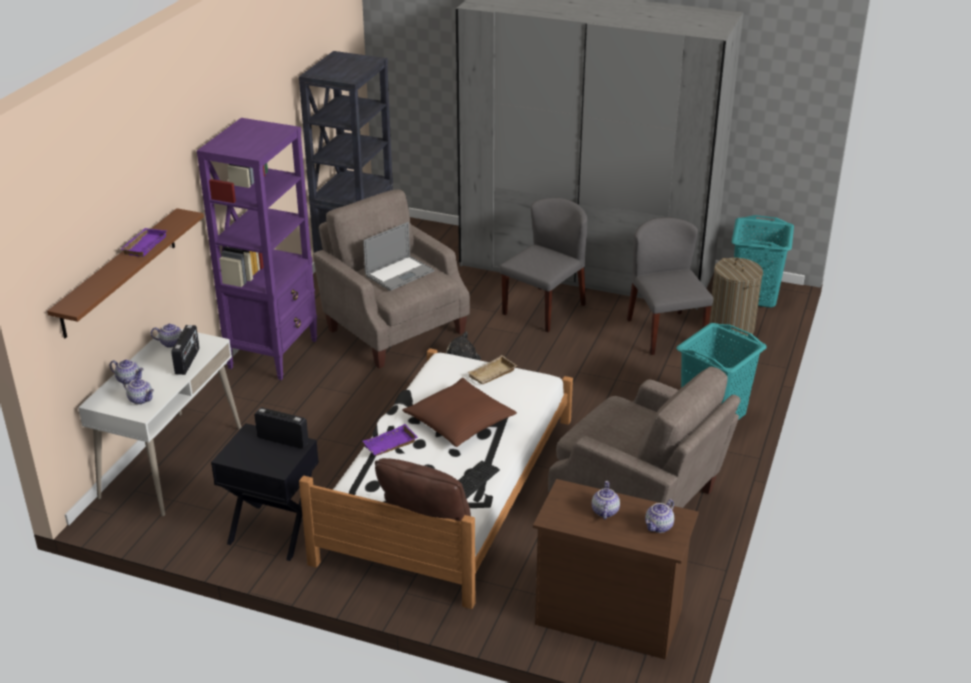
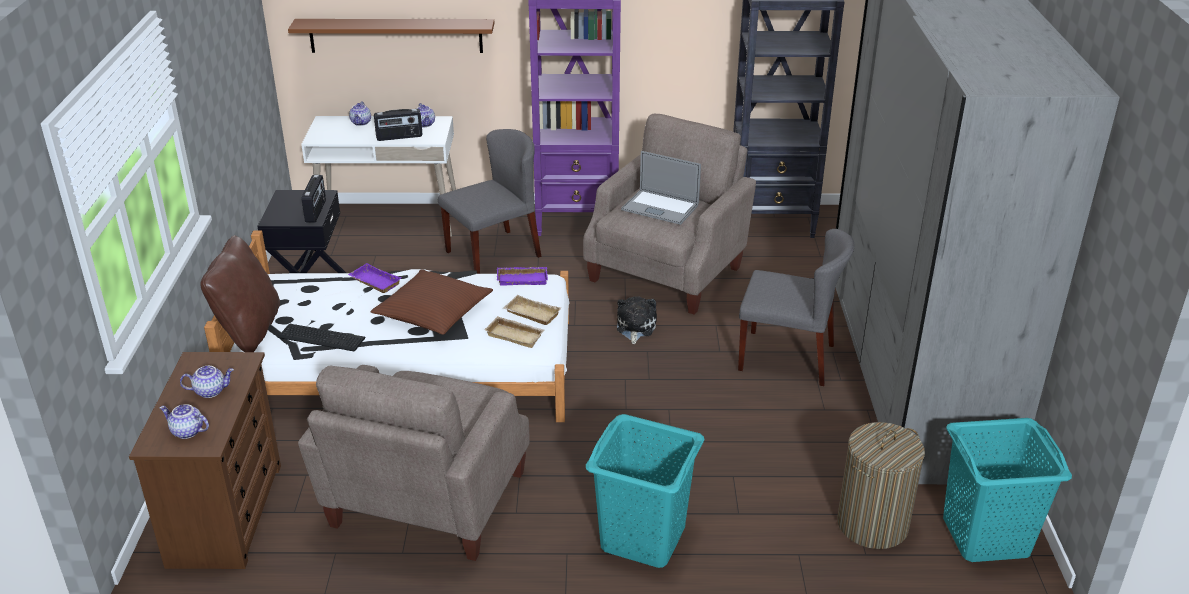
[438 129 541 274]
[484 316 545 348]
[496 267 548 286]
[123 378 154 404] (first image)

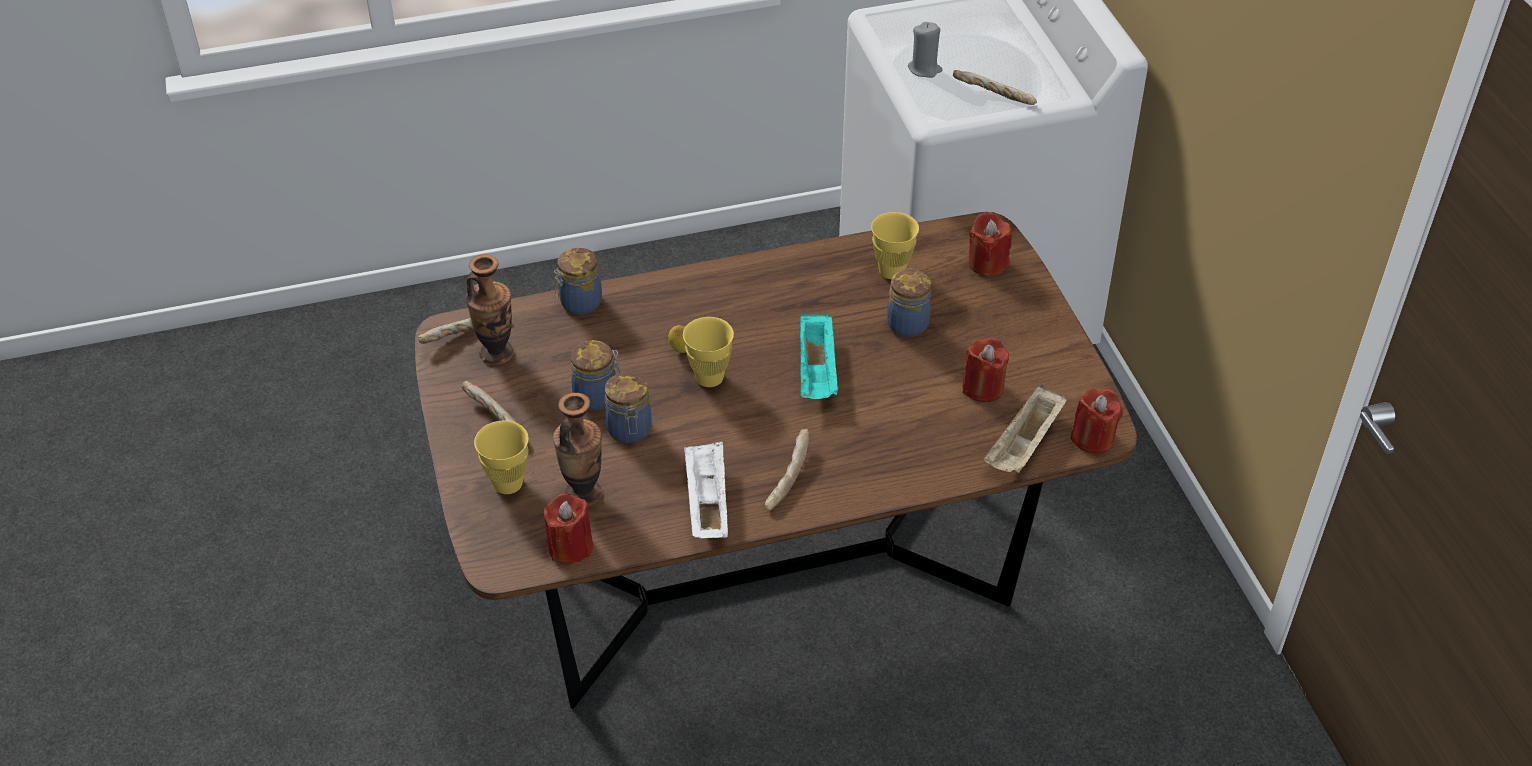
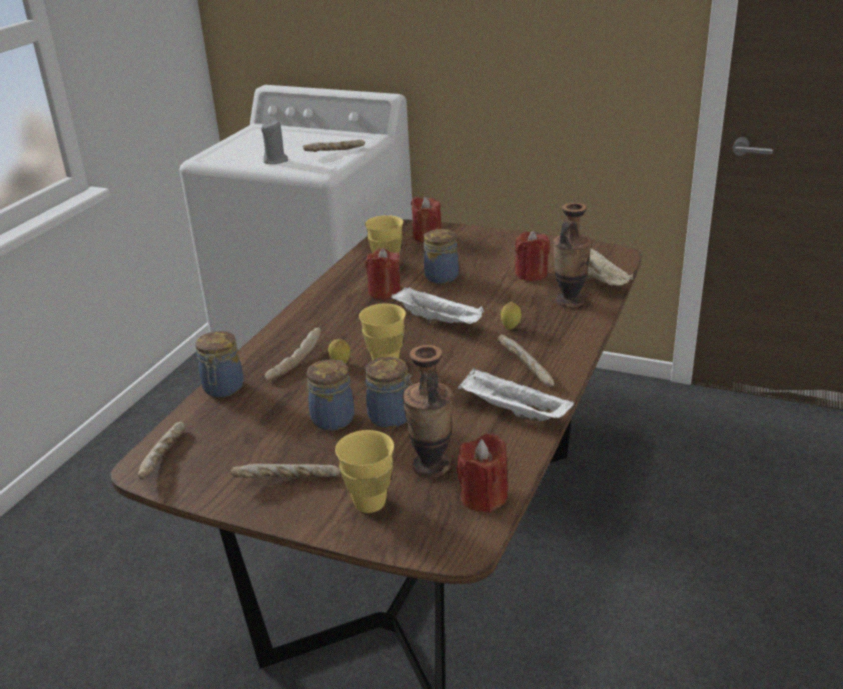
[265 327 321 381]
[365 248 401 299]
[391 287 484 324]
[501 301 521 330]
[553 203 592 308]

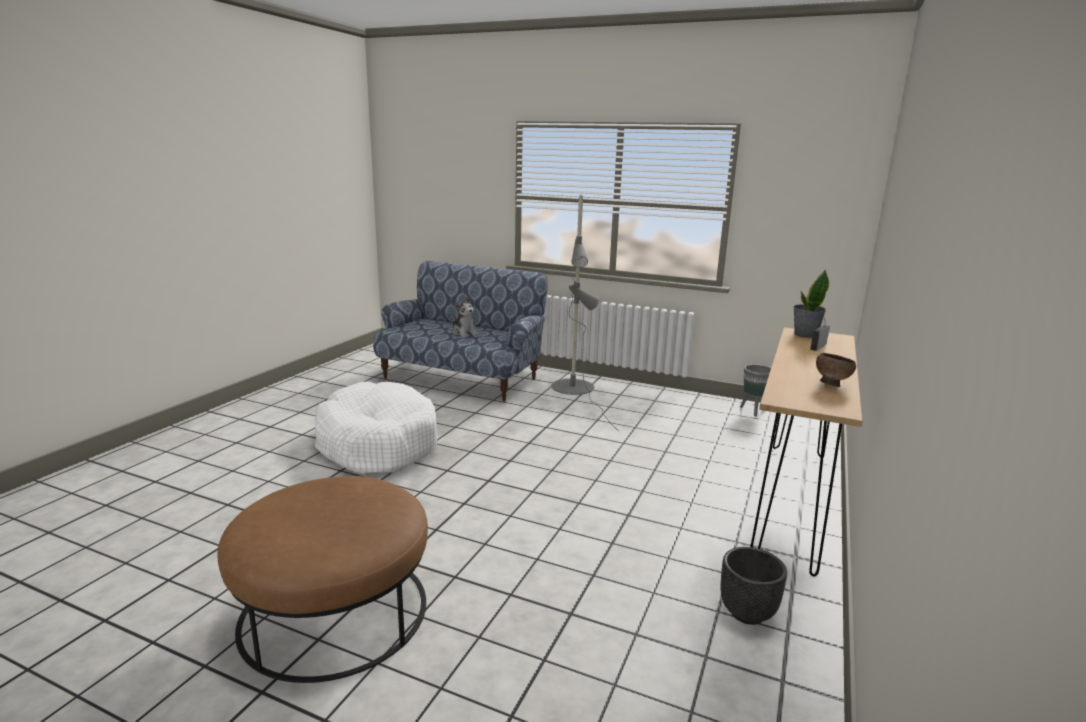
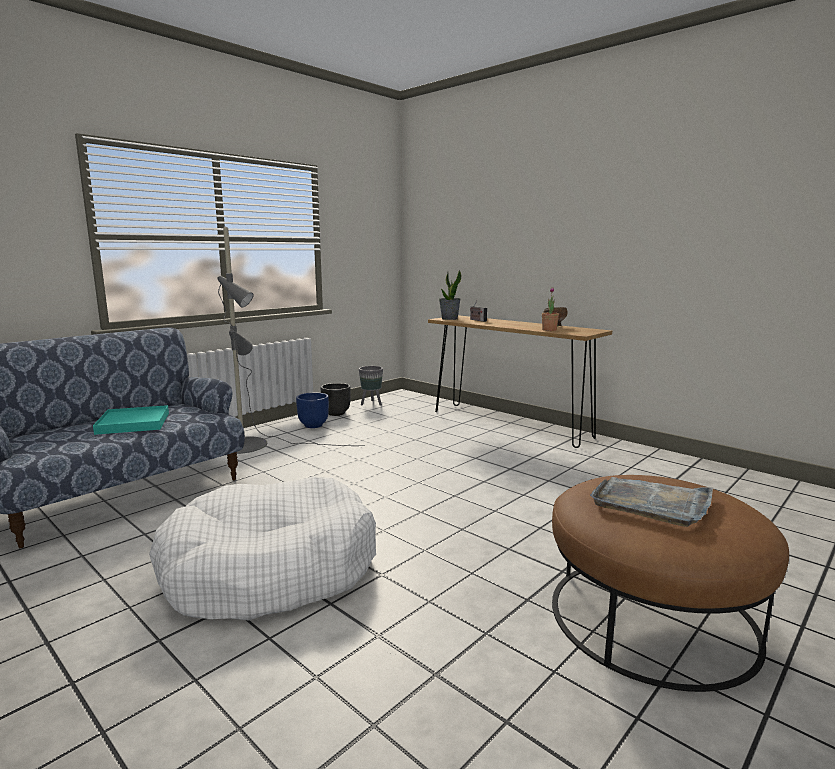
[93 405 169 435]
[296 392 329 428]
[321 383 351 416]
[542 287 559 331]
[590 477 713 527]

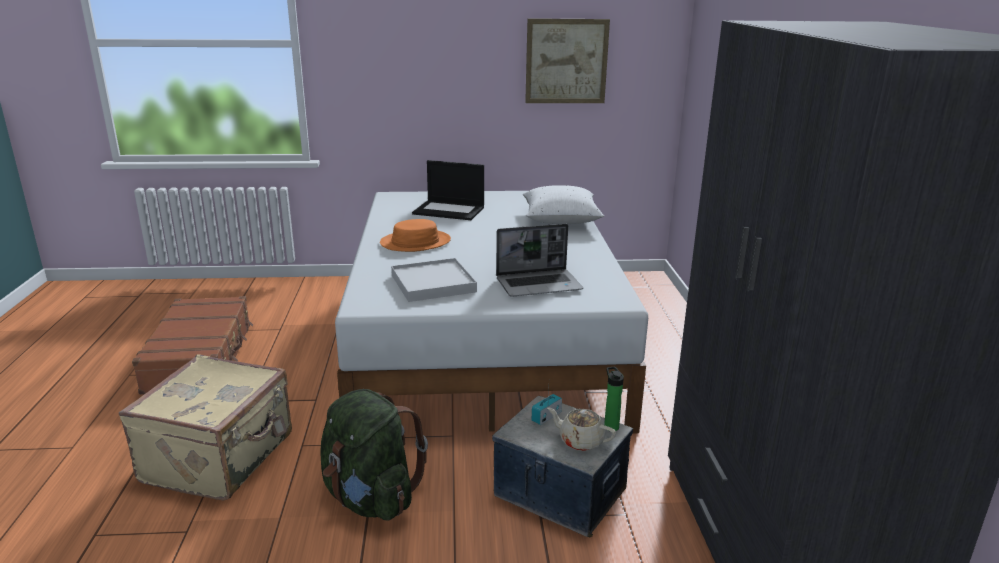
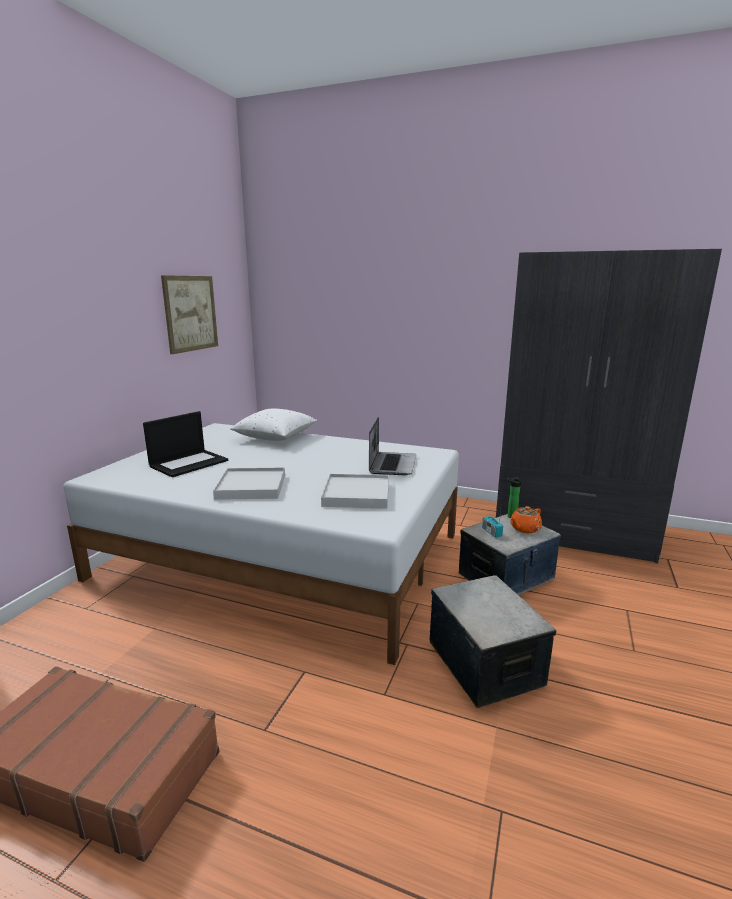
[213 467 285 500]
[430 575 556 708]
[510 506 542 533]
[119 354 292 501] (first image)

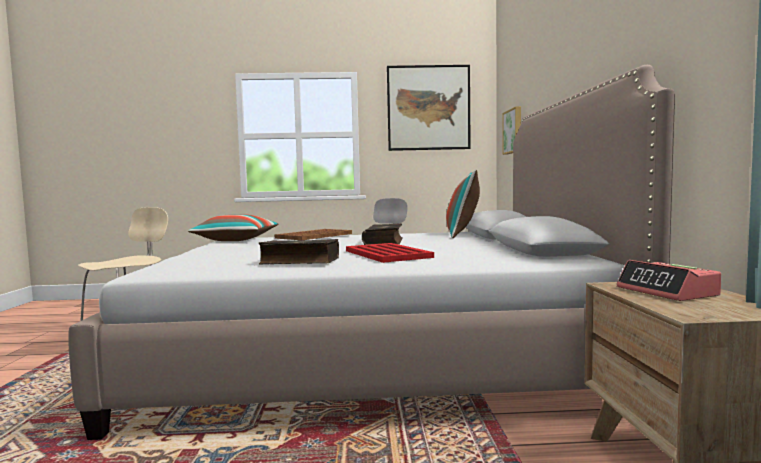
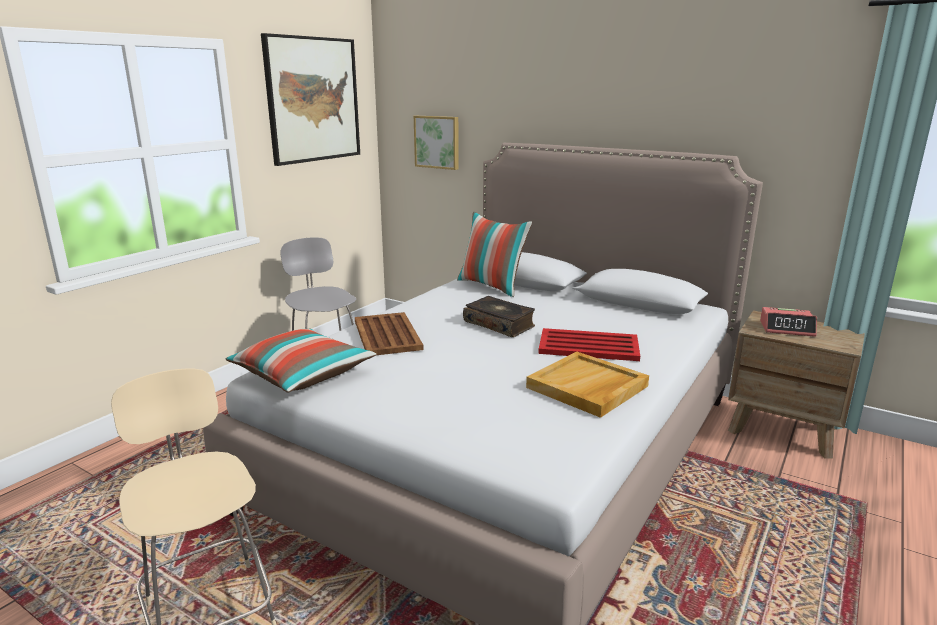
[526 352 649 418]

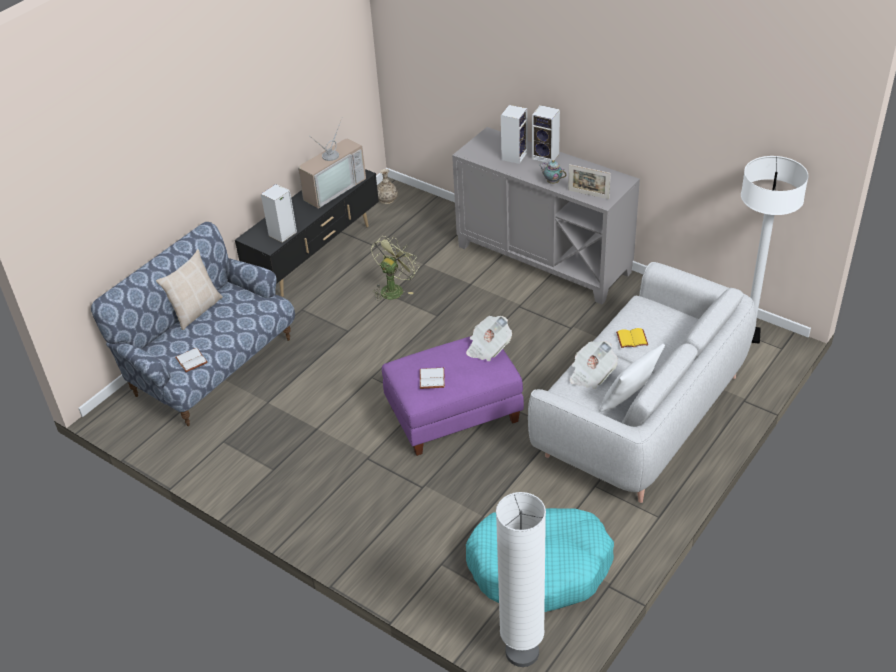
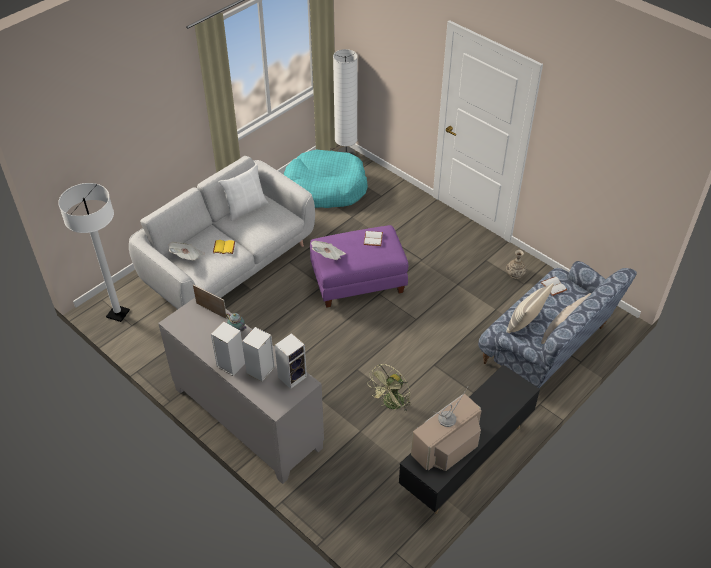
[168 242 205 261]
[275 333 307 389]
[506 250 526 279]
[506 283 554 333]

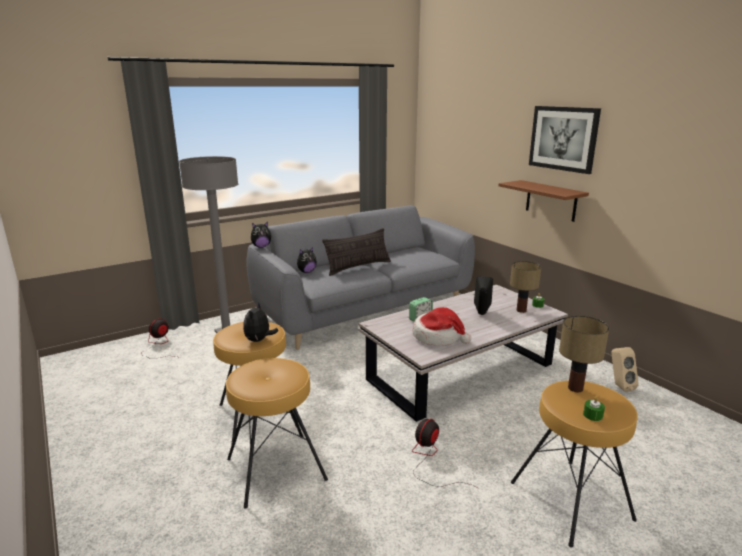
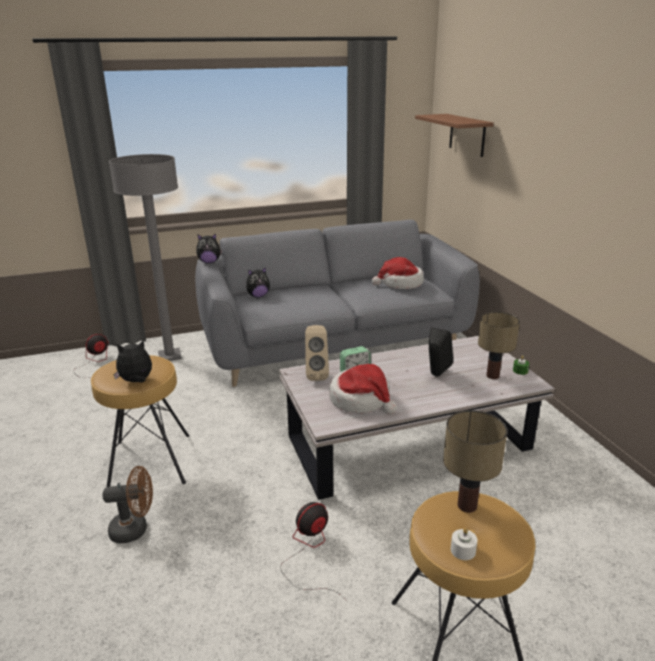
[103 466 153 543]
[114 340 152 383]
[305 325 329 381]
[372 257 424 289]
[415 114 494 157]
[451 528 478 560]
[322 228 391 276] (first image)
[529 106 601 174] (first image)

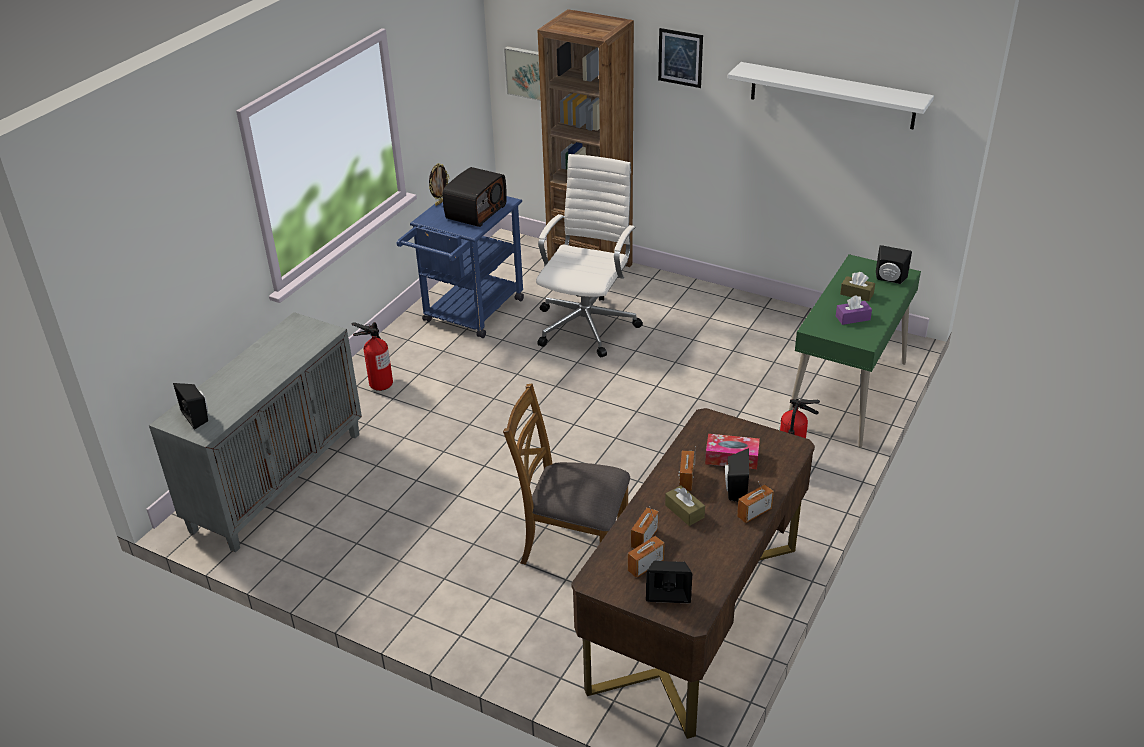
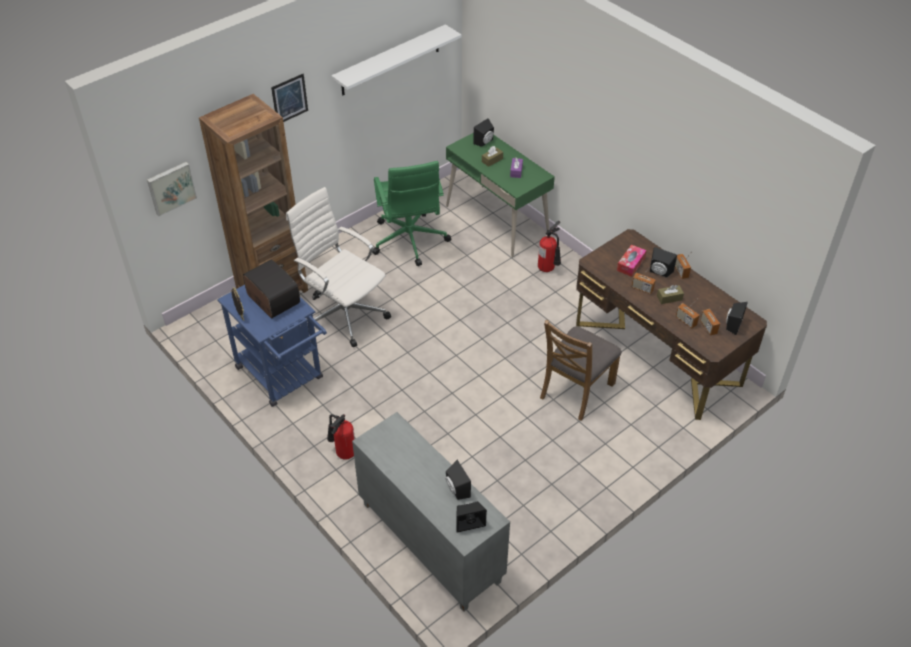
[372 161 451 266]
[445 460 471 500]

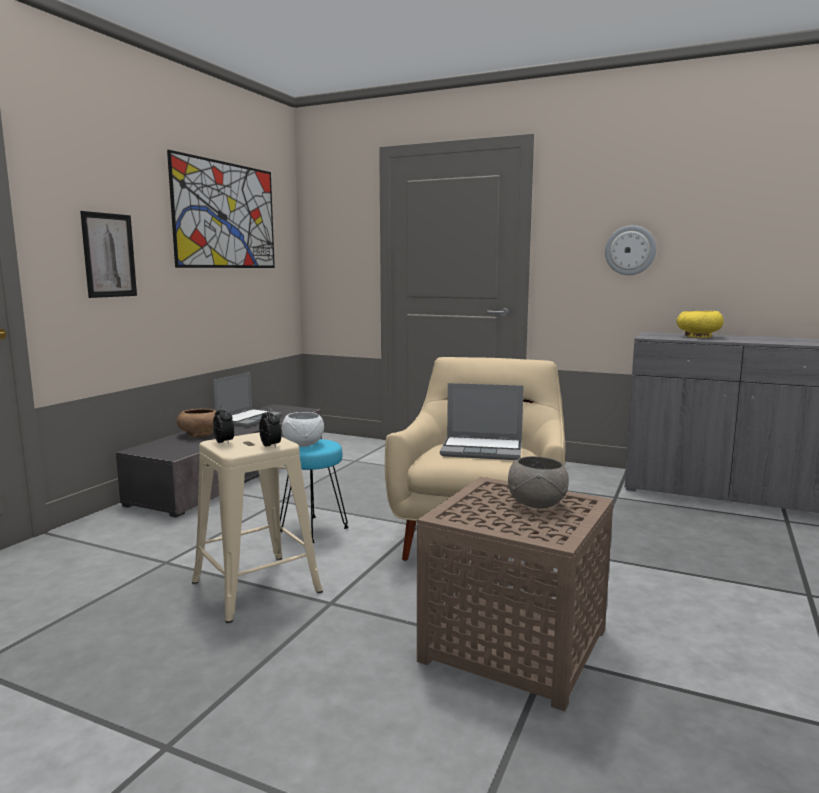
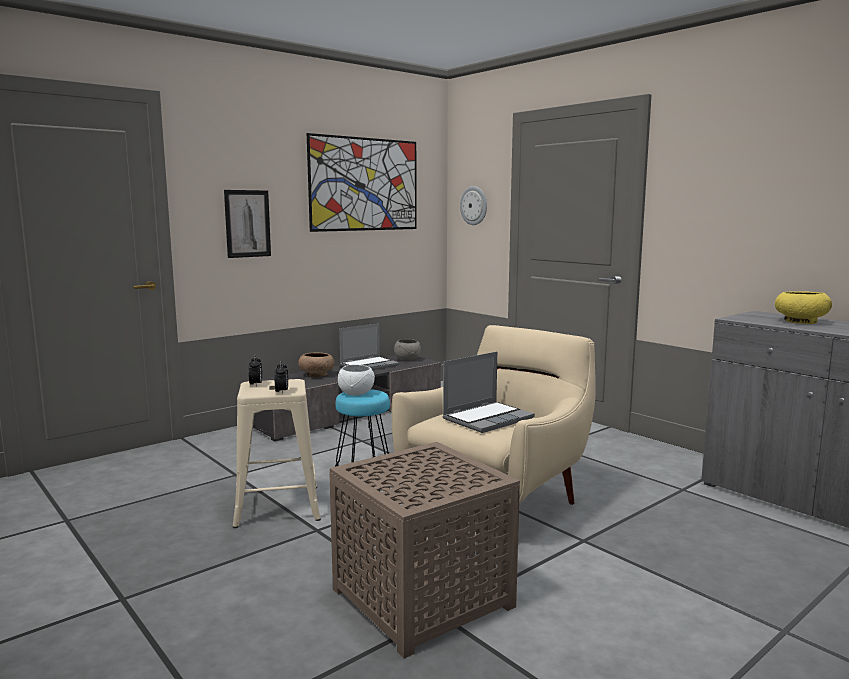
[394 339 421 361]
[443 352 535 433]
[460 186 487 225]

